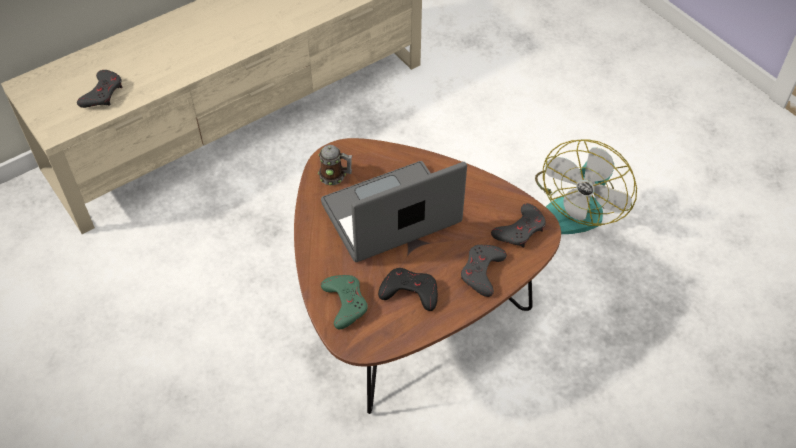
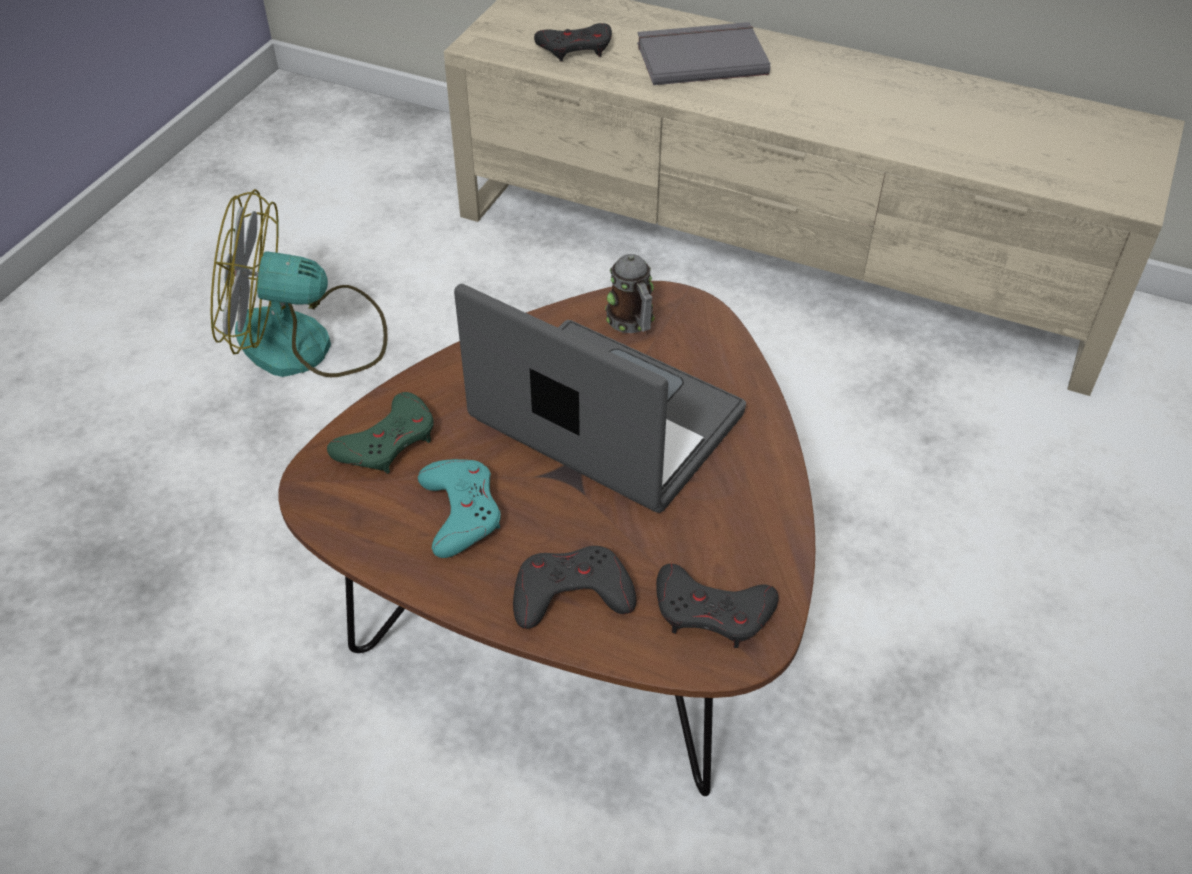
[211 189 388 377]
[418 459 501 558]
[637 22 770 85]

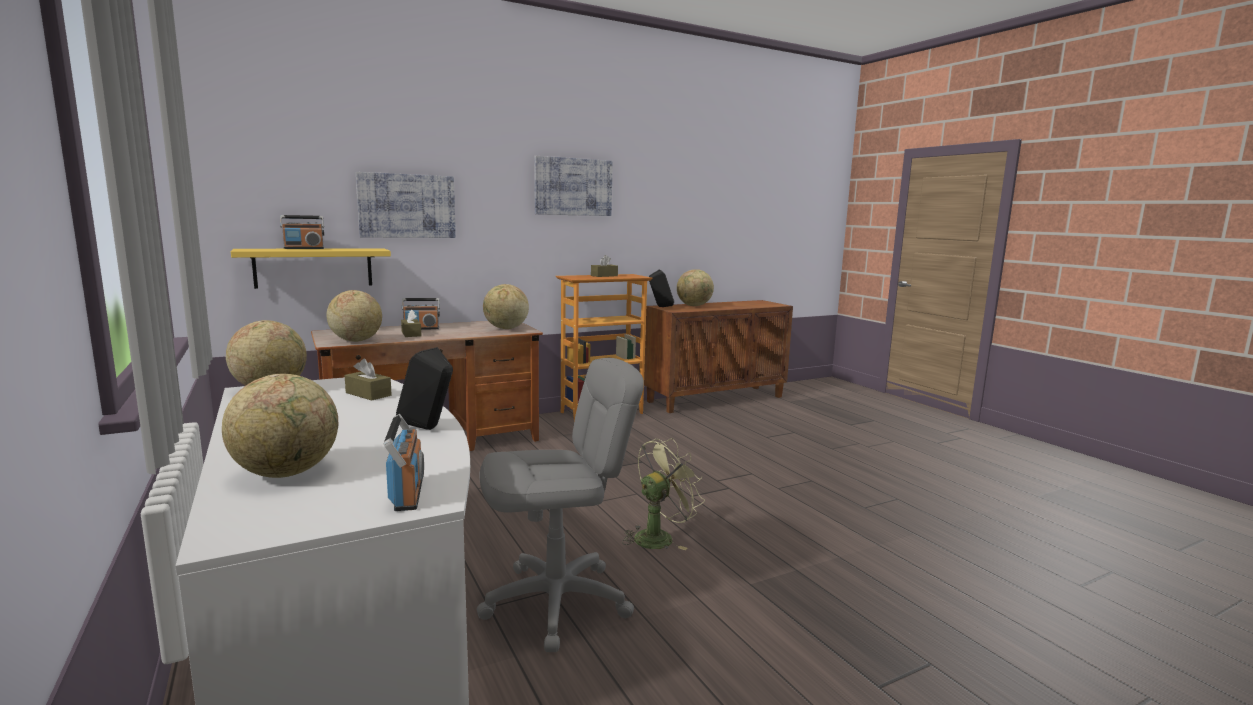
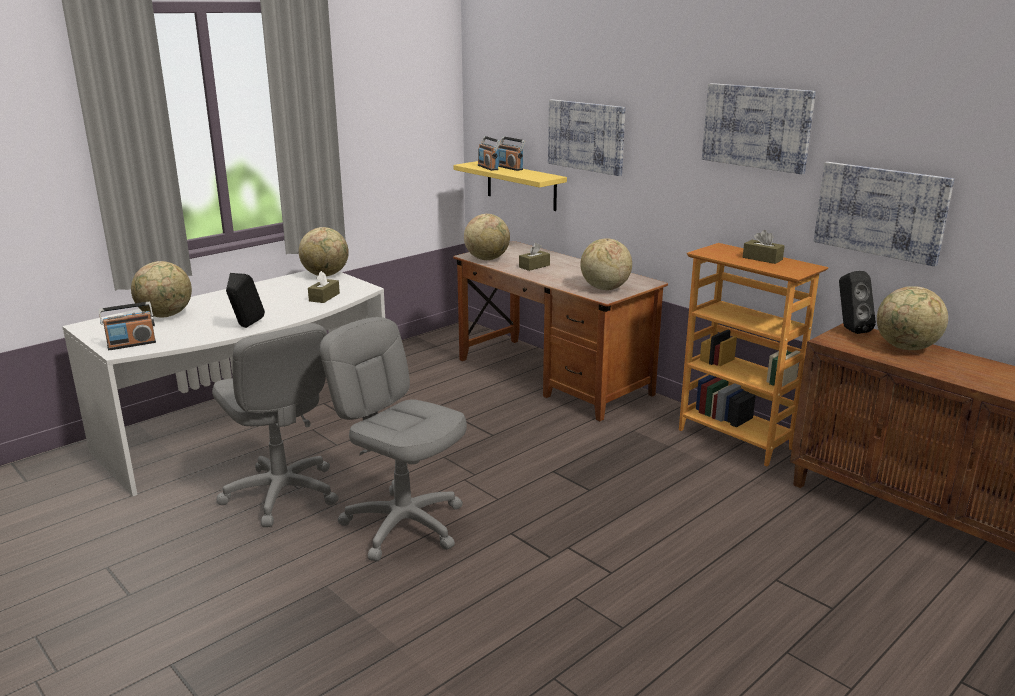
[320 317 467 561]
[478 136 501 171]
[814 162 954 267]

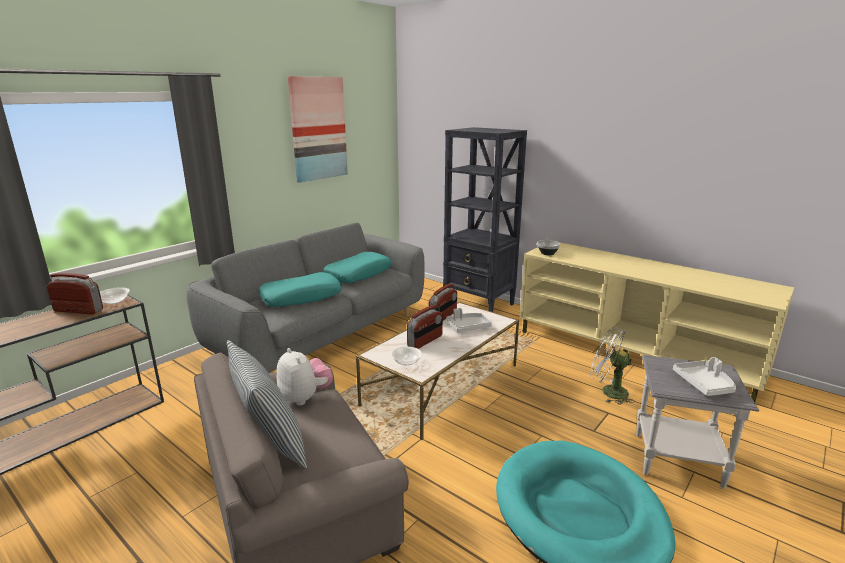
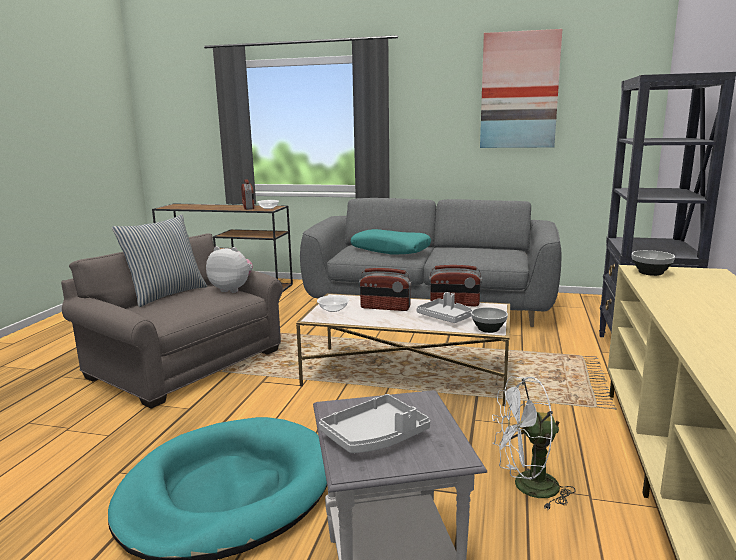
[206 246 253 293]
[471 307 508 333]
[492 376 576 509]
[323 252 392 283] (first image)

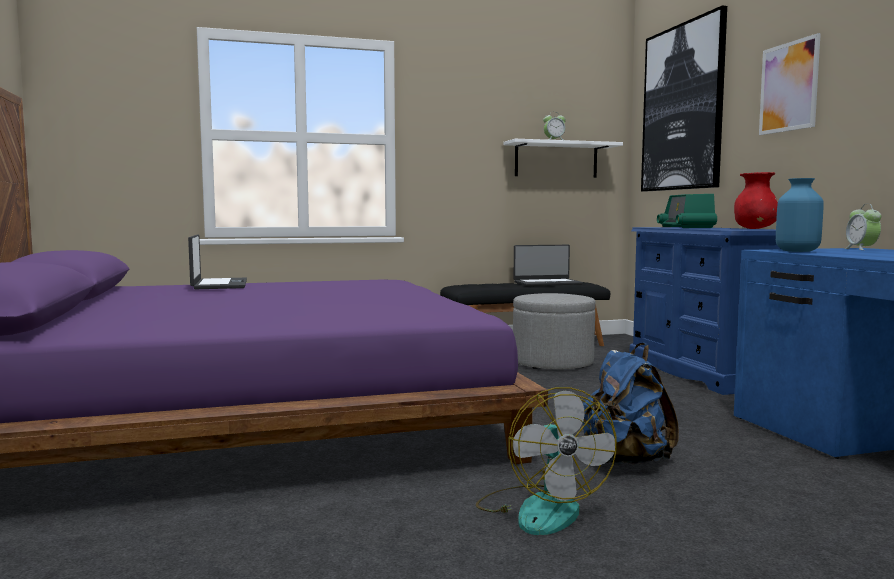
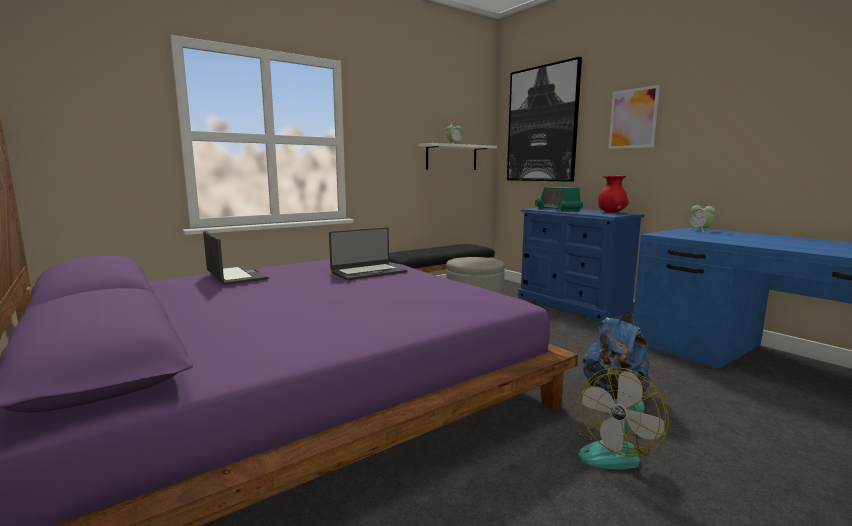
[329 227 407 280]
[577 367 669 469]
[776 178 824 252] (first image)

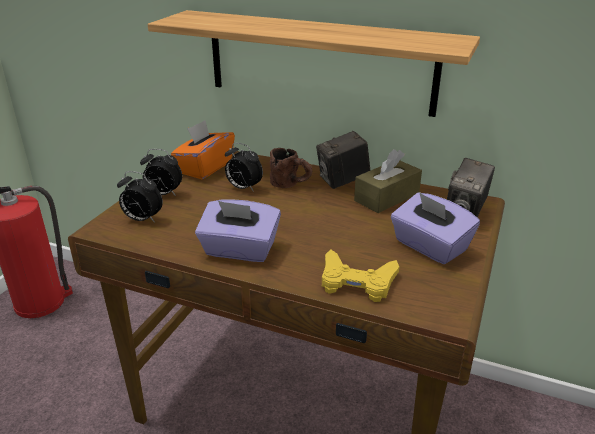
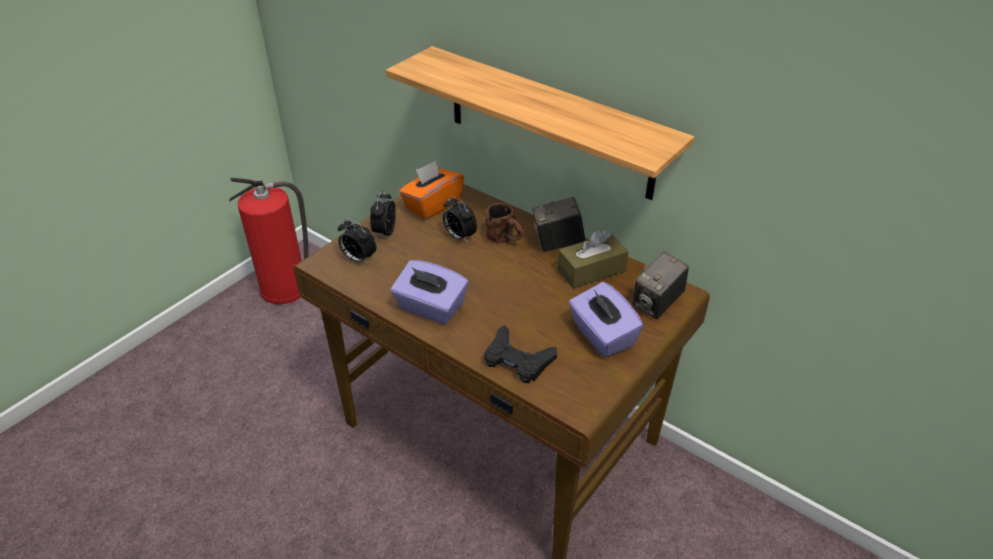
[370 190 396 239]
[484 325 557 383]

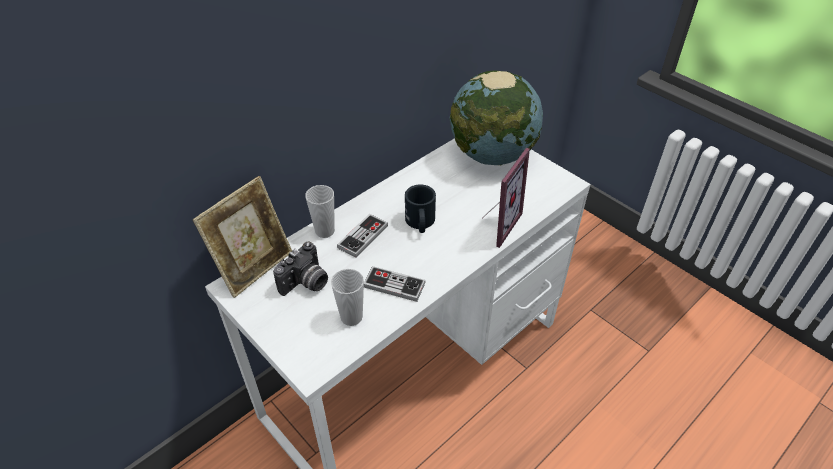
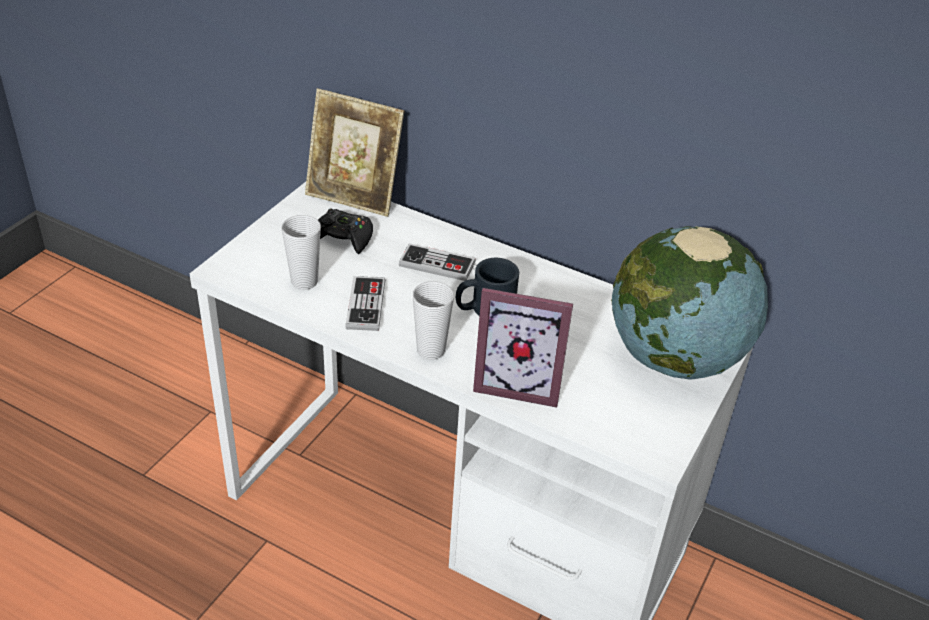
[318 208 373 254]
[413 281 454 360]

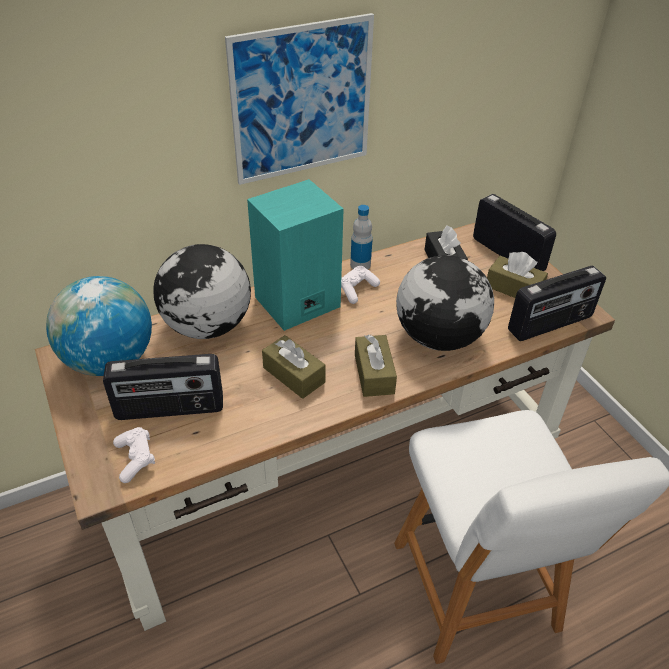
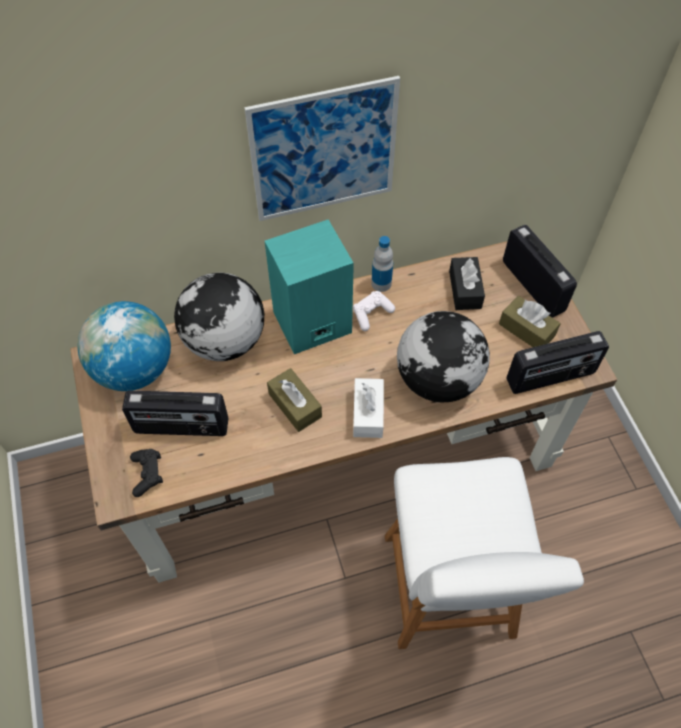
[130 449 163 497]
[353 378 384 438]

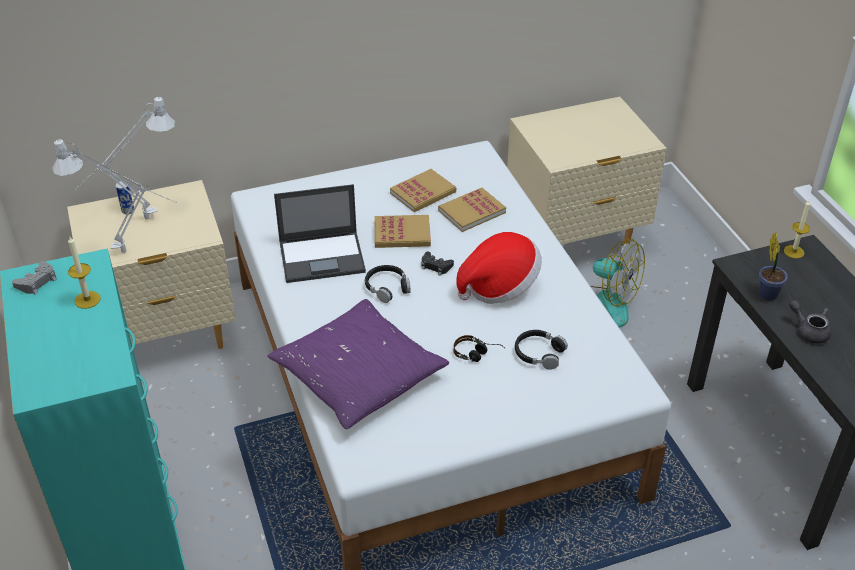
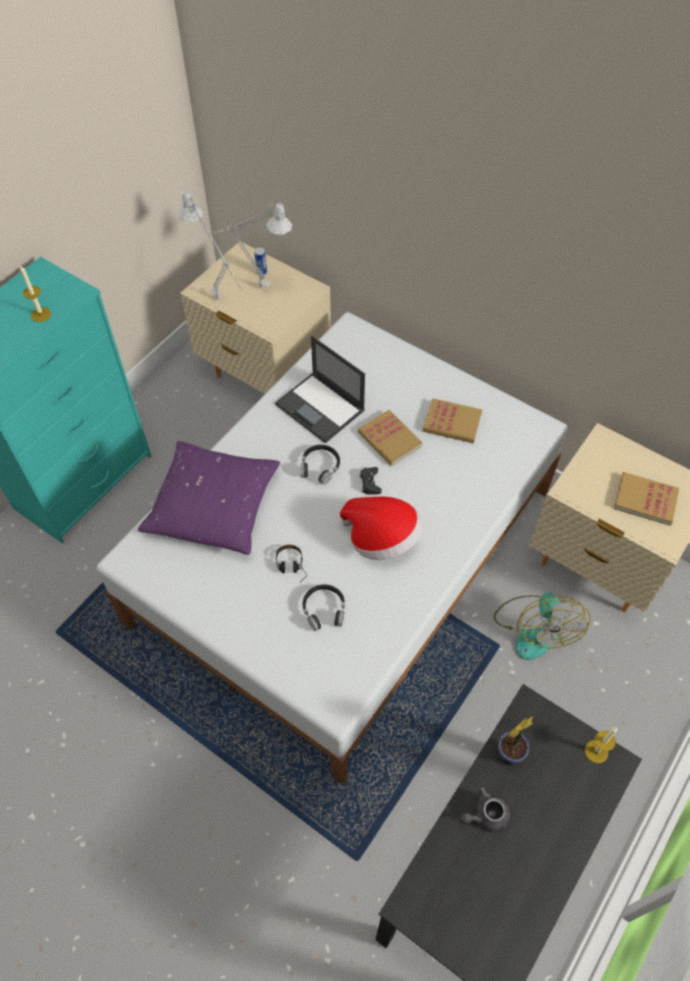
[460 786 510 832]
[614 472 679 526]
[12 261 56 294] (first image)

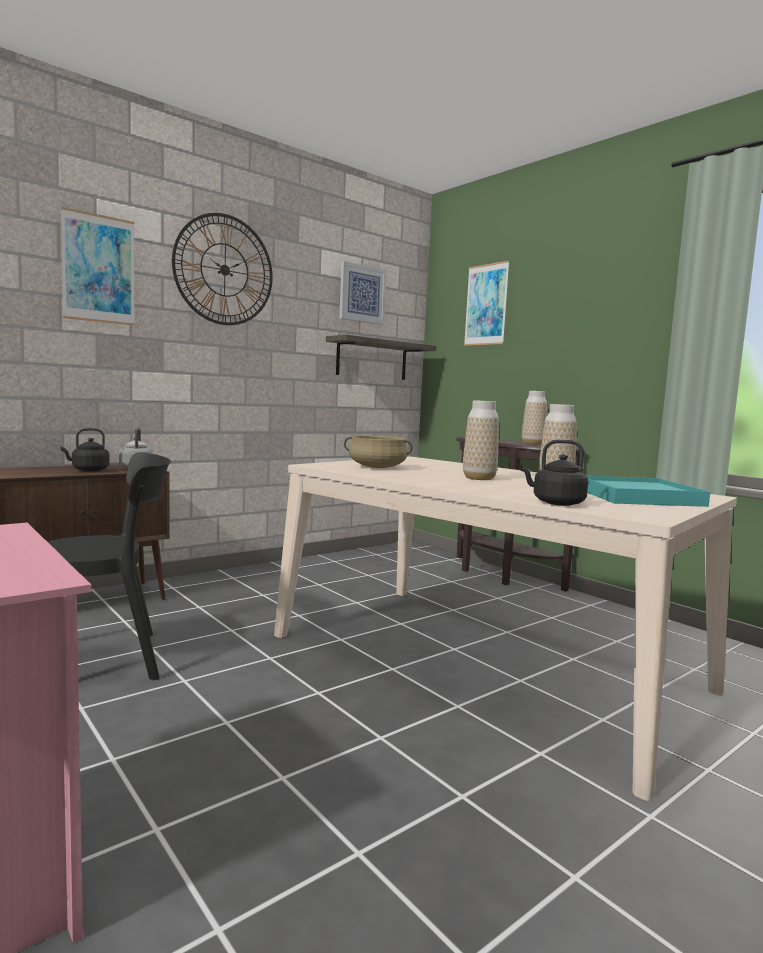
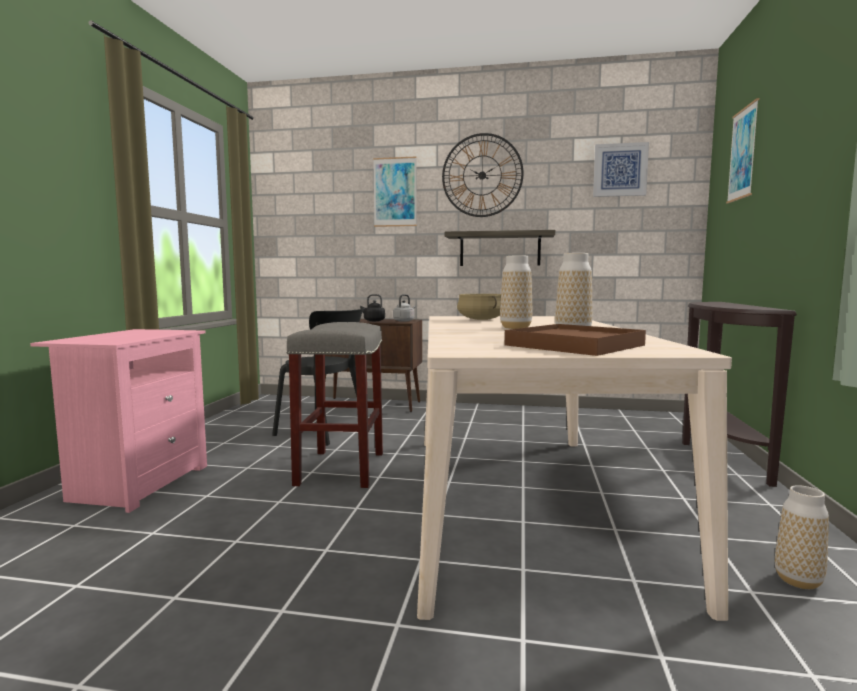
[286 322 383 488]
[445 230 555 266]
[505 324 646 356]
[775 485 829 589]
[521 439 588 506] (first image)

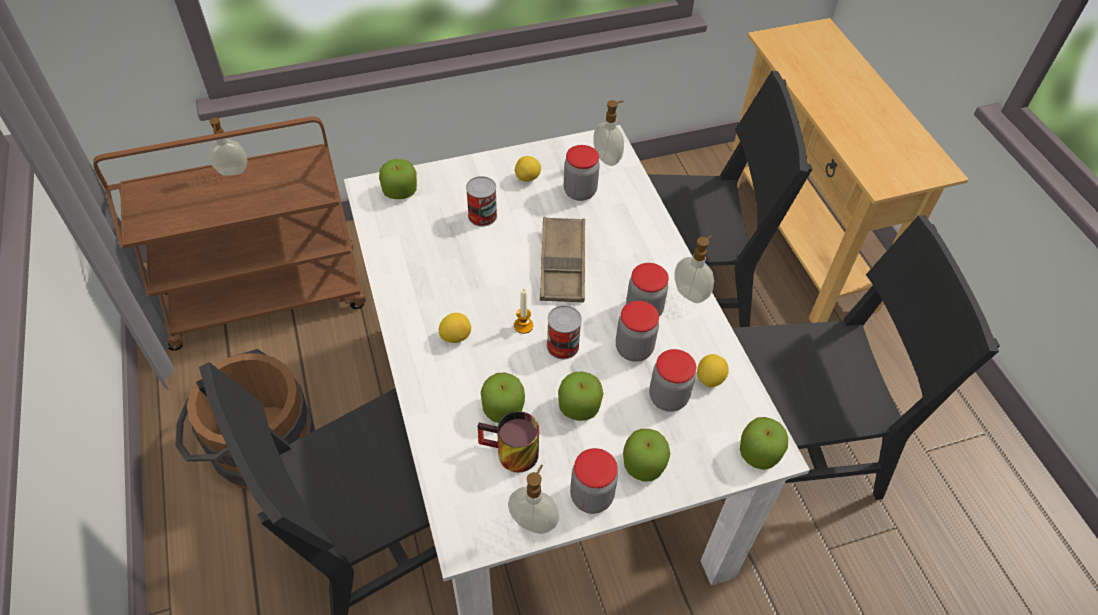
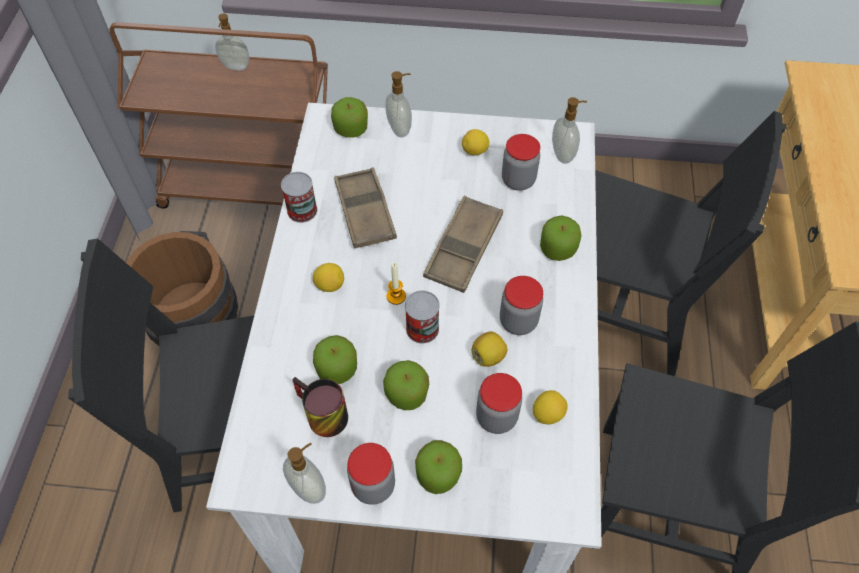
[281 172 317 223]
[334 167 397 249]
[385 71 412 137]
[472 331 507 367]
[540 216 582 261]

